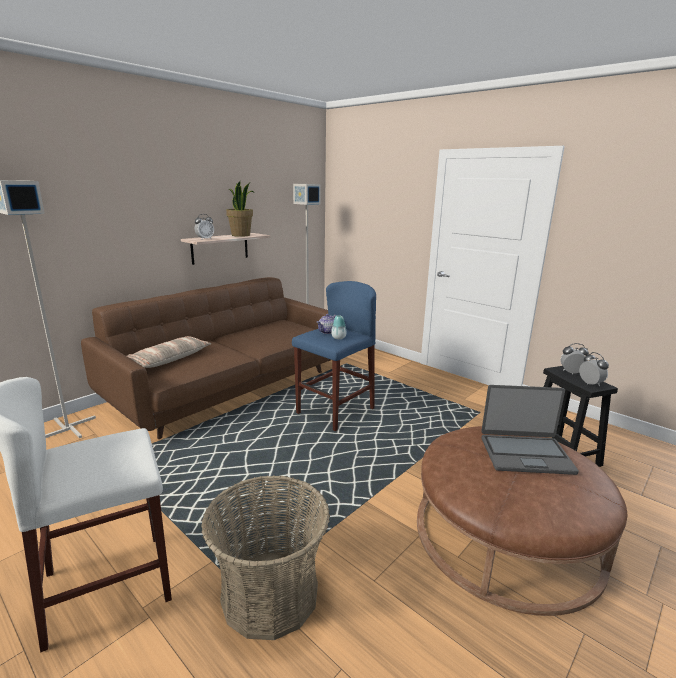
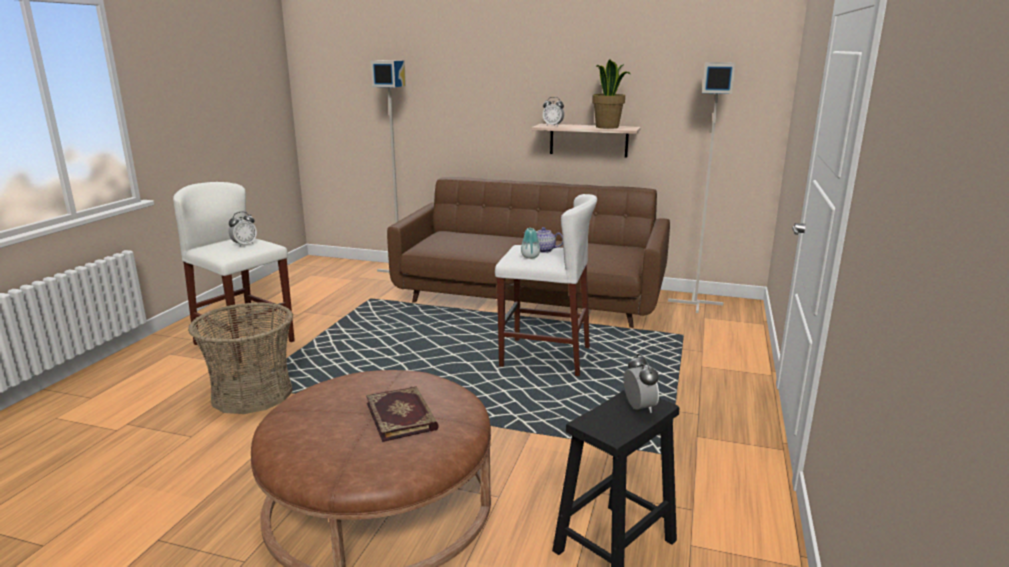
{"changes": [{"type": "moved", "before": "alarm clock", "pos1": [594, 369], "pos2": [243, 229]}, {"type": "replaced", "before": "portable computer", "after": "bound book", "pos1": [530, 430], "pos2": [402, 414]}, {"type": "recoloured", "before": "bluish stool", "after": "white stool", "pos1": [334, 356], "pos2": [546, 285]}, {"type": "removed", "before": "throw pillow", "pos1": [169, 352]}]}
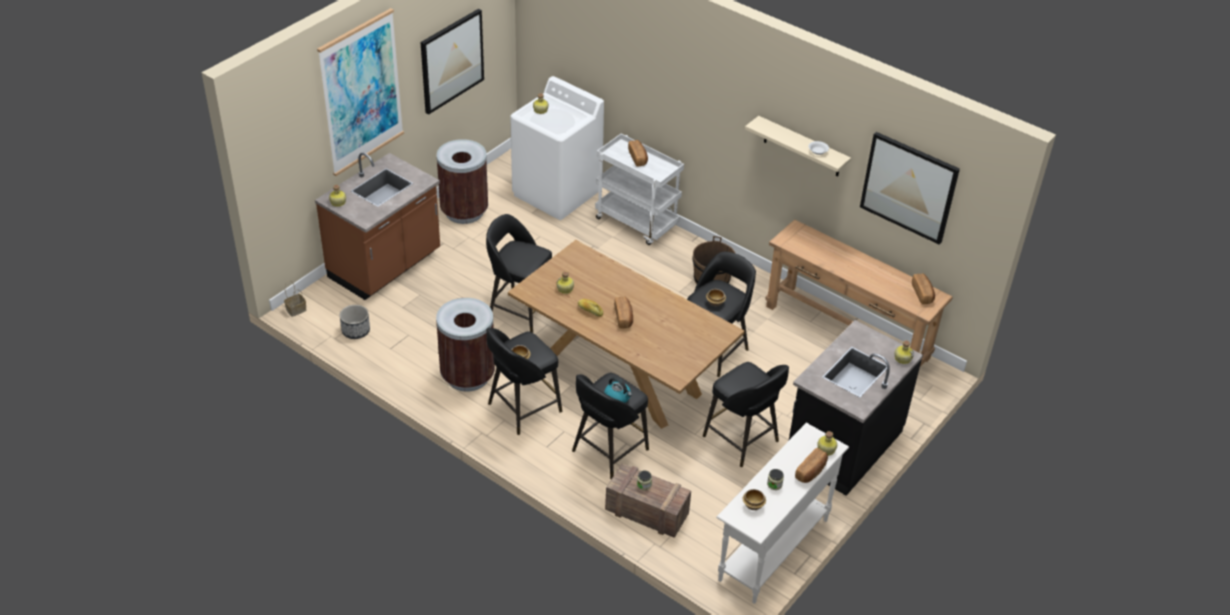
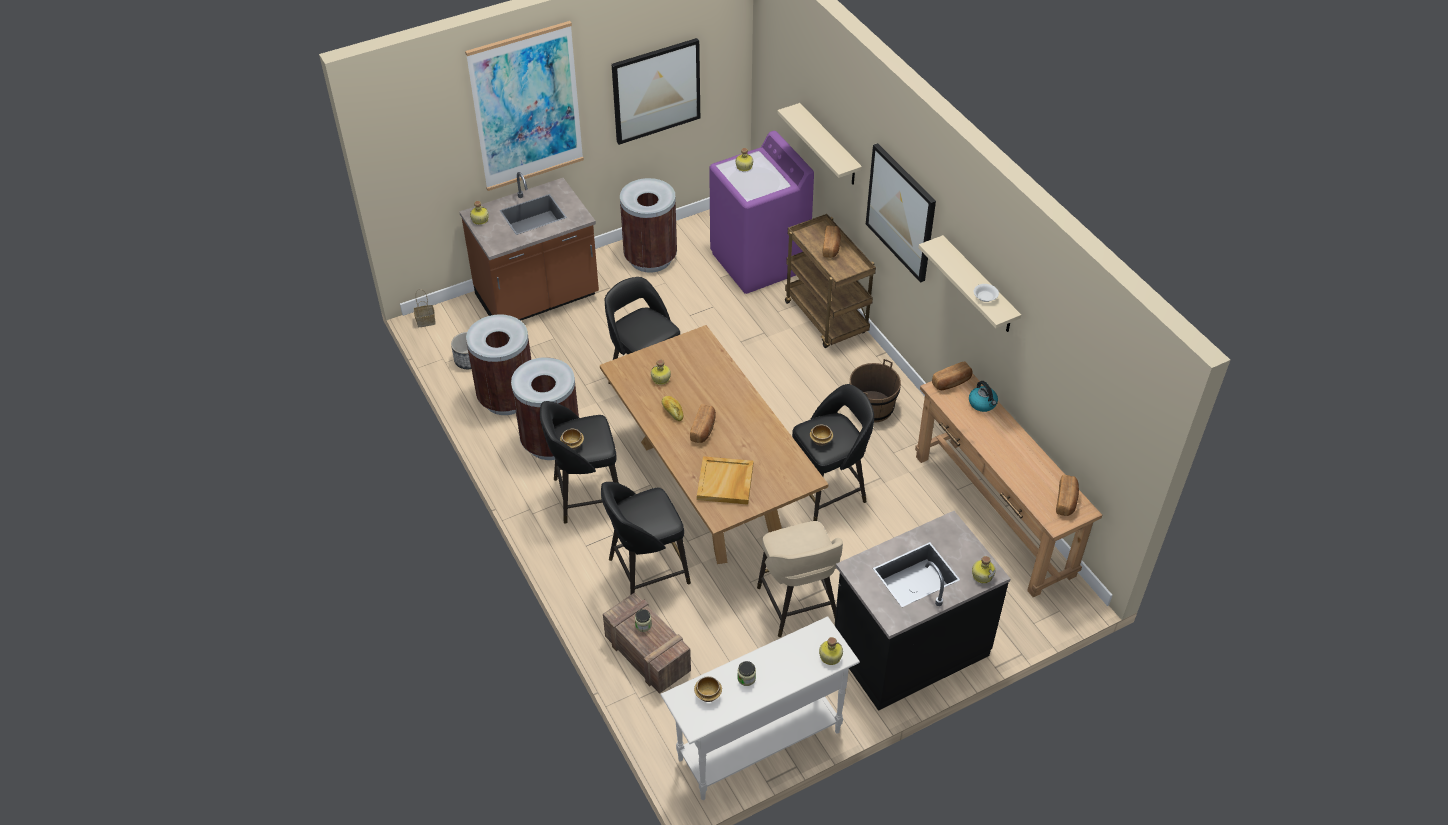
{"changes": [{"type": "added", "after": "brown waste bin", "pos2": [498, 364]}, {"type": "added", "after": "beige-coloured tray", "pos2": [725, 480]}, {"type": "recoloured", "before": "white laundry appliance", "after": "purple laundry appliance", "pos1": [557, 148], "pos2": [761, 212]}, {"type": "recoloured", "before": "black-coloured stool", "after": "beige-coloured stool", "pos1": [746, 414], "pos2": [800, 579]}, {"type": "added", "after": "beige-coloured bracket shelf", "pos2": [819, 144]}, {"type": "recoloured", "before": "white wheeled cart", "after": "brown wheeled cart", "pos1": [639, 189], "pos2": [830, 281]}, {"type": "moved", "before": "wall art", "pos1": [910, 188], "pos2": [901, 213]}, {"type": "moved", "before": "bread", "pos1": [811, 465], "pos2": [952, 376]}, {"type": "moved", "before": "kettle", "pos1": [618, 390], "pos2": [983, 396]}]}
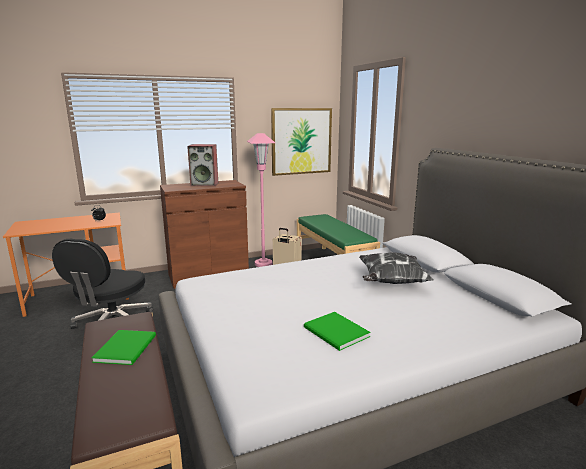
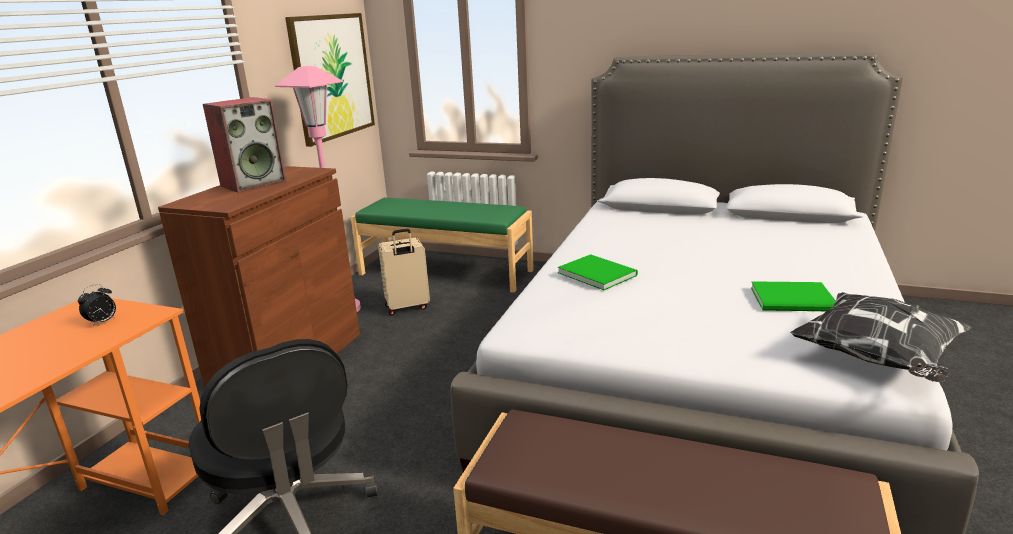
{"changes": [{"type": "moved", "before": "greenish bound book", "pos1": [124, 347], "pos2": [598, 272]}, {"type": "moved", "before": "throw pillow", "pos1": [396, 268], "pos2": [881, 337]}]}
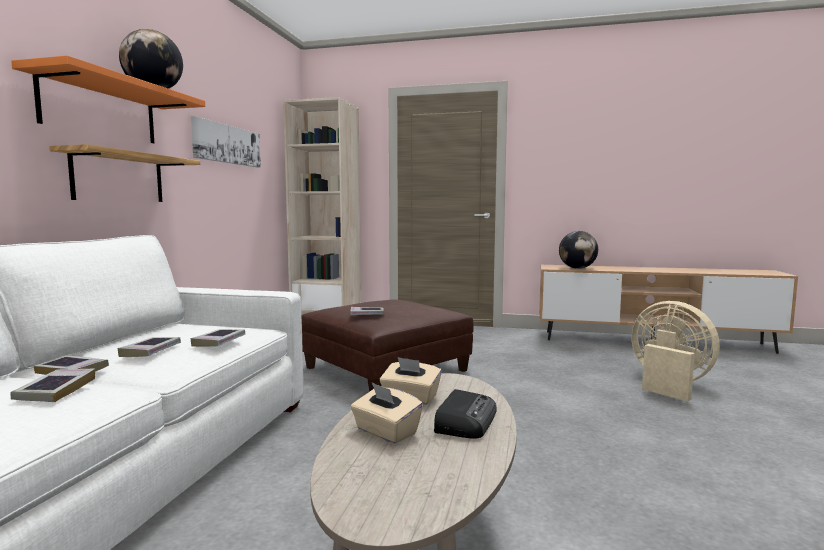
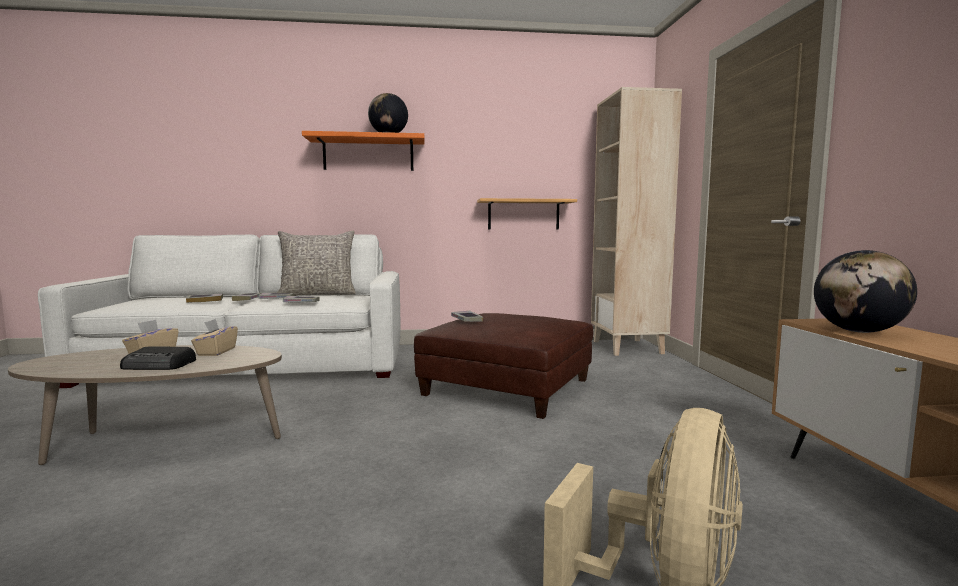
{"changes": [{"type": "added", "after": "gray throw pillow", "pos2": [316, 263]}, {"type": "moved", "before": "bracket shelf", "pos1": [124, 173], "pos2": [527, 213]}, {"type": "removed", "before": "wall art", "pos1": [226, 142]}]}
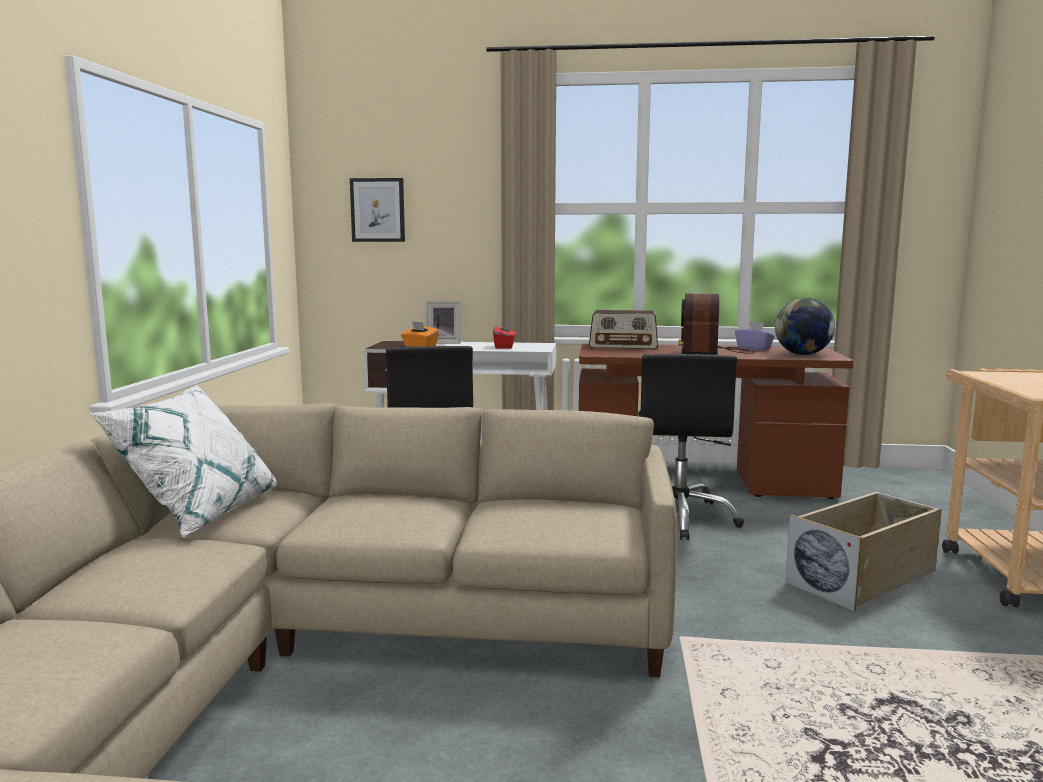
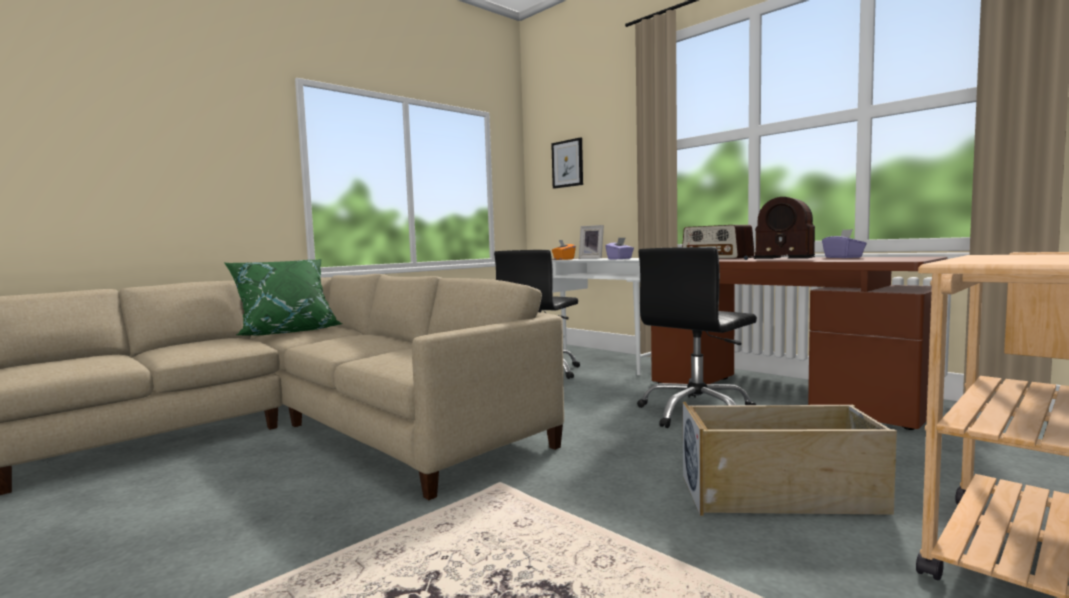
{"changes": [{"type": "recoloured", "before": "white throw pillow", "after": "greenish throw pillow", "pos1": [183, 461], "pos2": [283, 297]}, {"type": "recoloured", "before": "reddish box of tissues", "after": "purple box of tissues", "pos1": [504, 335], "pos2": [619, 248]}, {"type": "turned", "before": "radio receiver", "pos1": [717, 324], "pos2": [779, 228], "turn": -105}, {"type": "removed", "before": "desk globe", "pos1": [805, 326]}]}
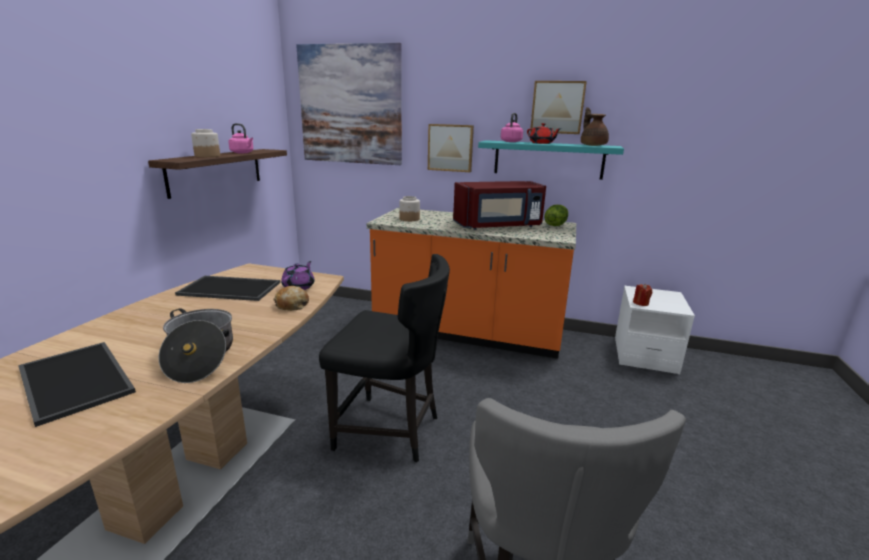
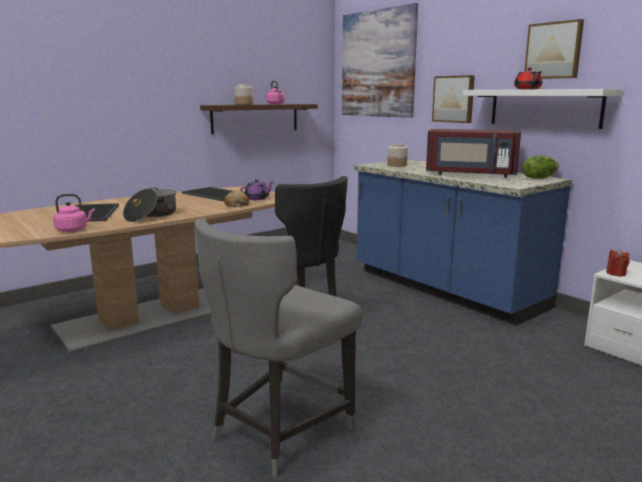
{"changes": [{"type": "moved", "before": "pink kettle", "pos1": [512, 127], "pos2": [74, 213]}, {"type": "recoloured", "before": "orange-coloured counter", "after": "bluish counter", "pos1": [471, 283], "pos2": [463, 242]}, {"type": "recoloured", "before": "blue-green bracket shelf", "after": "white bracket shelf", "pos1": [551, 160], "pos2": [543, 109]}, {"type": "removed", "before": "brown teapot", "pos1": [595, 126]}]}
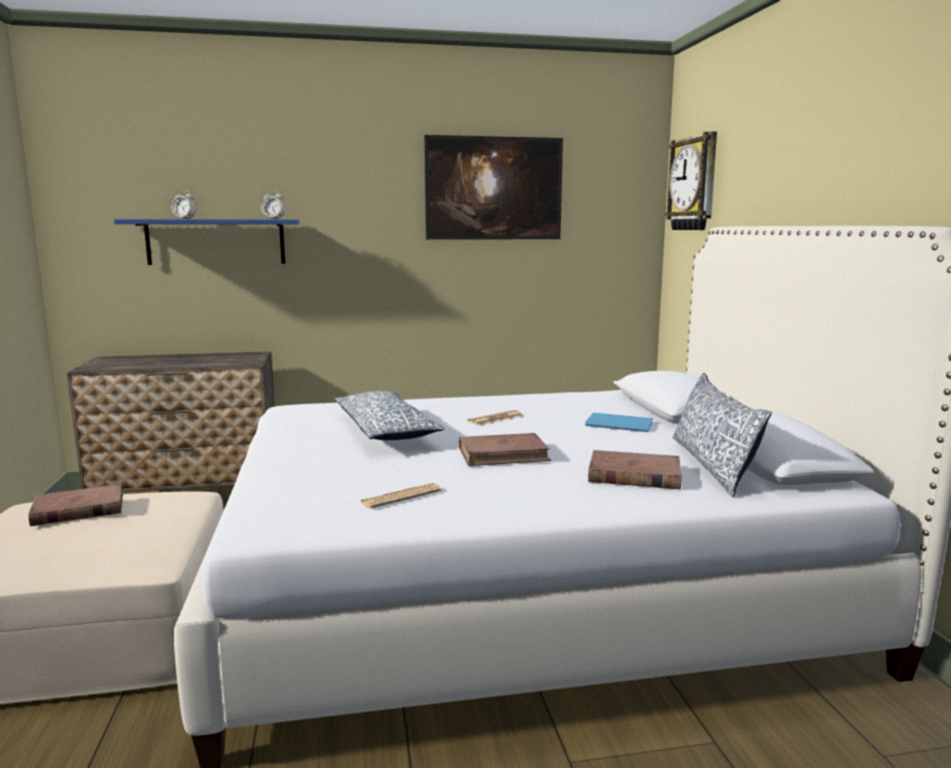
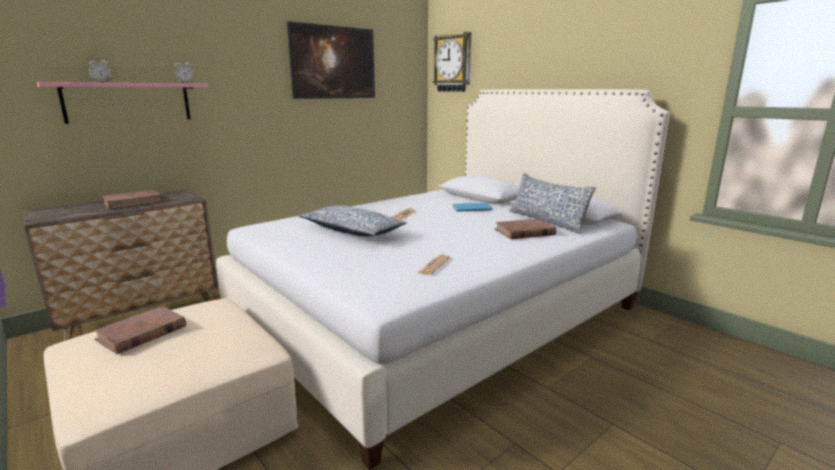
{"changes": [{"type": "recoloured", "before": "bluish bracket shelf", "after": "pink bracket shelf", "pos1": [207, 242], "pos2": [123, 103]}, {"type": "moved", "before": "brown bound book", "pos1": [505, 449], "pos2": [132, 200]}]}
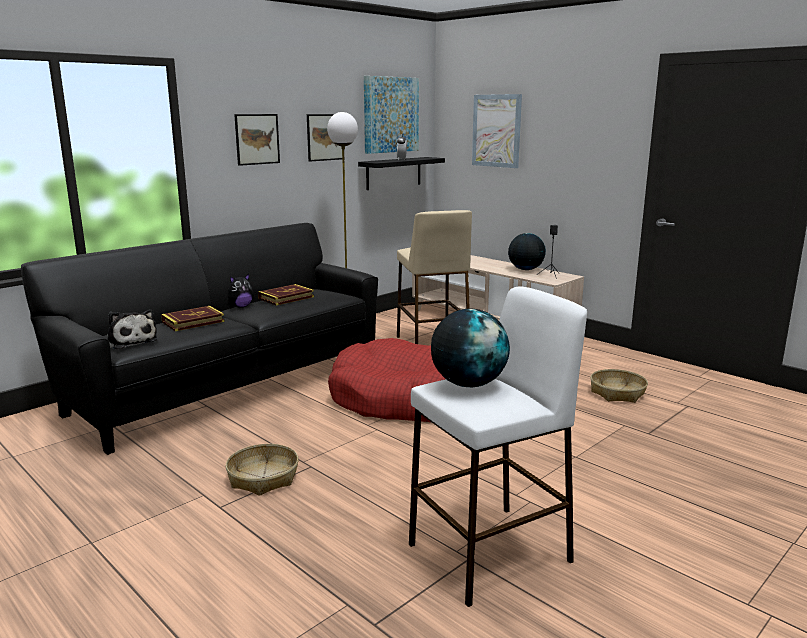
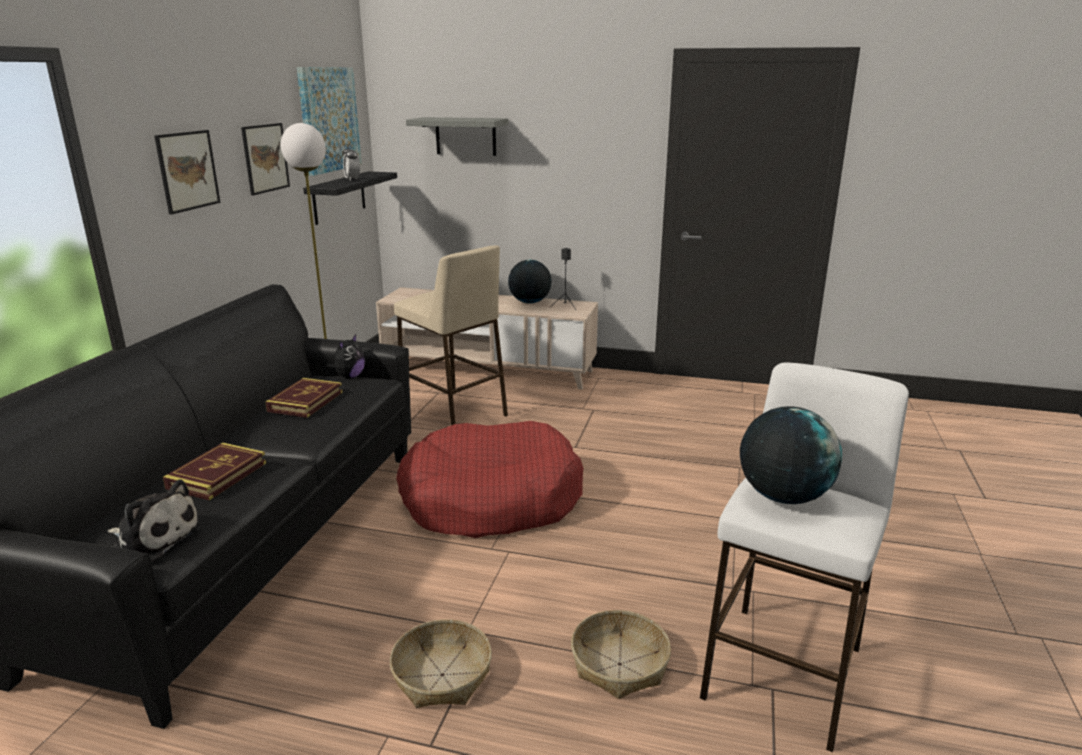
{"changes": [{"type": "moved", "before": "plush toy", "pos1": [240, 290], "pos2": [346, 357]}, {"type": "replaced", "before": "wall art", "after": "gray bracket shelf", "pos1": [497, 131], "pos2": [457, 136]}, {"type": "moved", "before": "basket", "pos1": [619, 386], "pos2": [621, 654]}]}
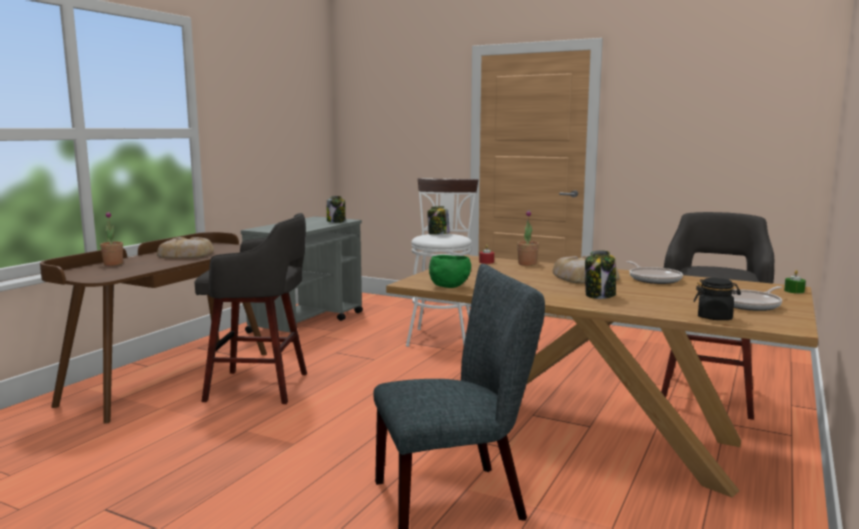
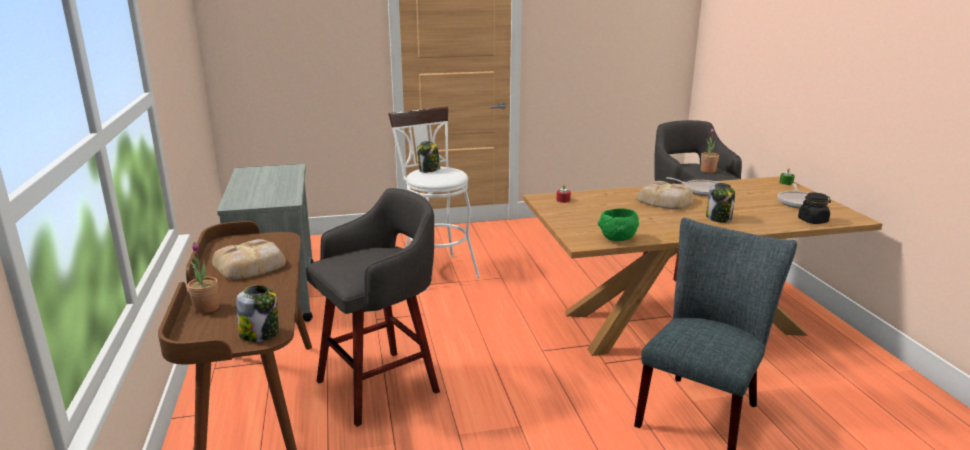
{"changes": [{"type": "moved", "before": "storage jar", "pos1": [336, 209], "pos2": [257, 313]}, {"type": "moved", "before": "potted plant", "pos1": [528, 238], "pos2": [710, 150]}]}
